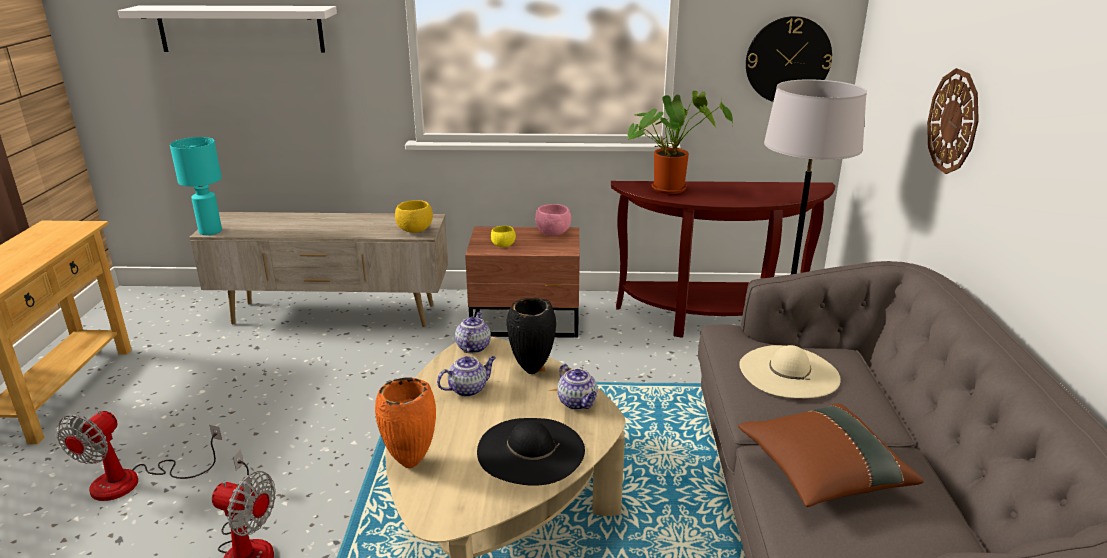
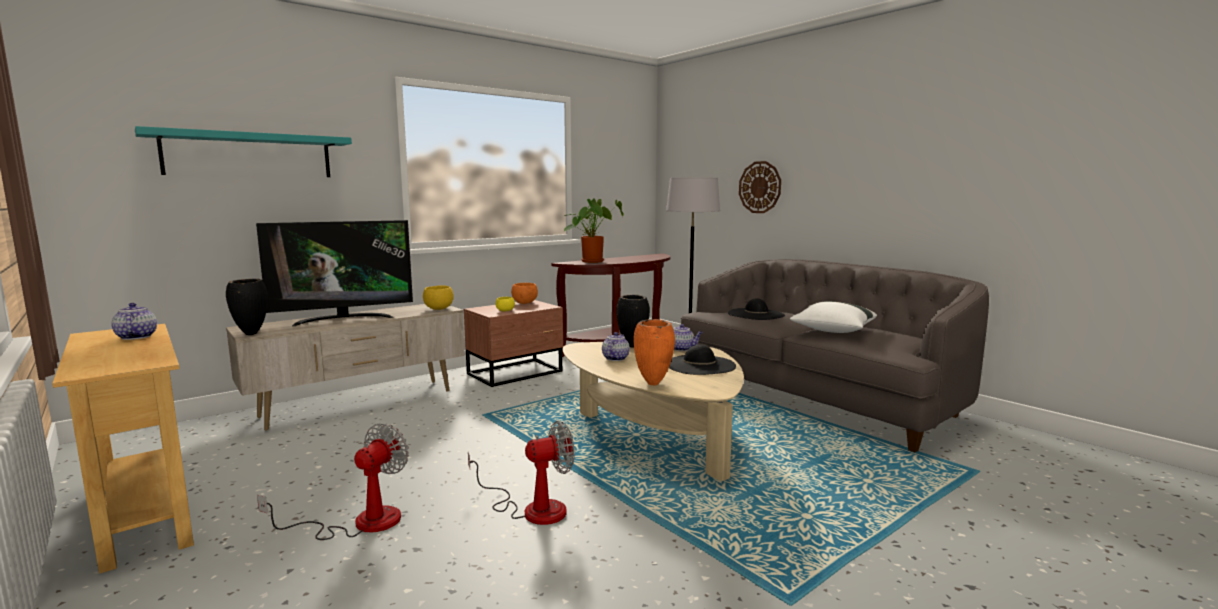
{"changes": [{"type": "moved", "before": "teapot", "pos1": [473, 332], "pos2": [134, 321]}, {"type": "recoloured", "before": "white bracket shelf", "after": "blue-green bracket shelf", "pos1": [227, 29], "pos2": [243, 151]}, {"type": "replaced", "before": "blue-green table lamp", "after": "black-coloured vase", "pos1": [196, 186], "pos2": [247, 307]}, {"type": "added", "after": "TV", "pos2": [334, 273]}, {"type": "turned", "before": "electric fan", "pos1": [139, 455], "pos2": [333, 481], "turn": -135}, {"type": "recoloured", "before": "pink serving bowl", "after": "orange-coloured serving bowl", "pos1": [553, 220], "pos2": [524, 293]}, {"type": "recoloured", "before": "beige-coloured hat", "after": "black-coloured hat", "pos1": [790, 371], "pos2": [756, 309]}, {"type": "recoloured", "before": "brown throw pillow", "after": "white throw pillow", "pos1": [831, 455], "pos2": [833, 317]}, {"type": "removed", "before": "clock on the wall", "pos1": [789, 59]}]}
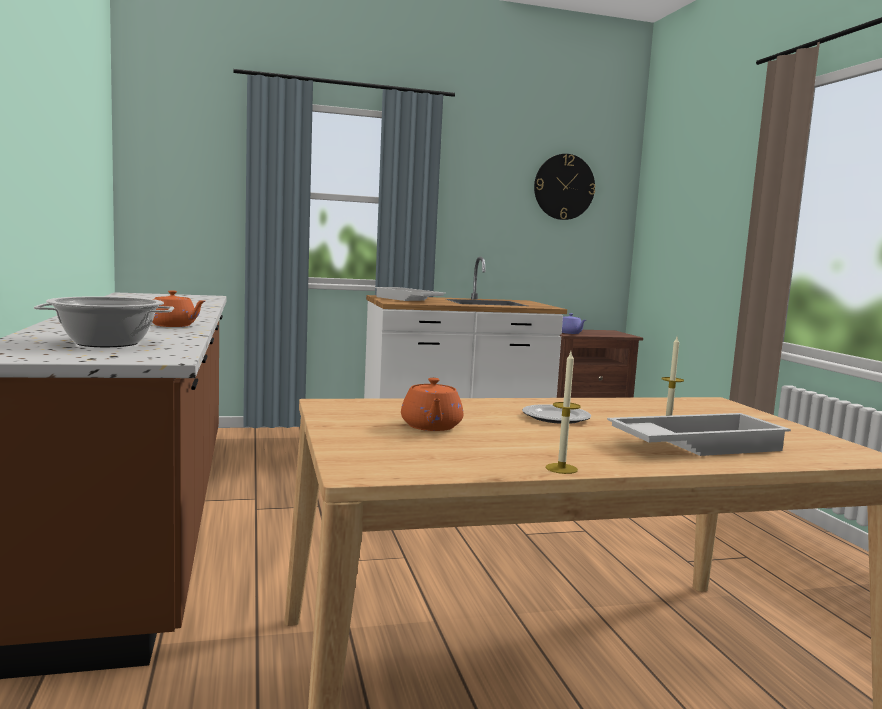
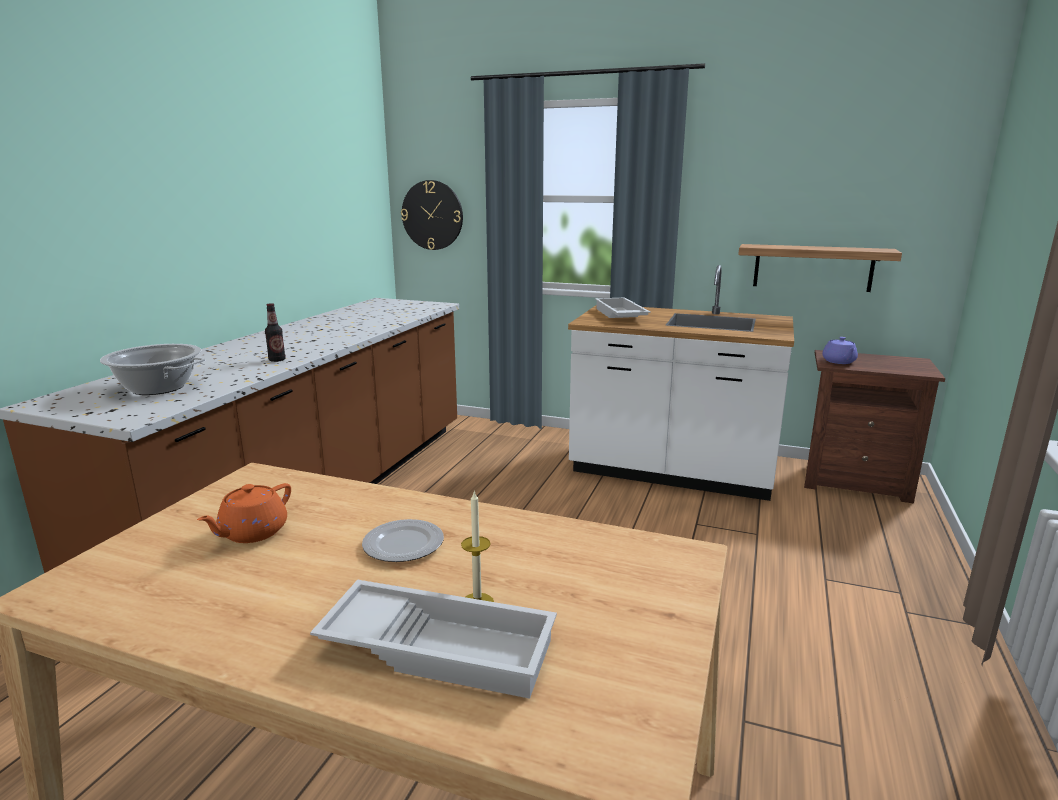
{"changes": [{"type": "replaced", "before": "orange-coloured teapot", "after": "bottle", "pos1": [179, 308], "pos2": [275, 332]}, {"type": "moved", "before": "clock on the wall", "pos1": [564, 187], "pos2": [432, 215]}, {"type": "added", "after": "bracket shelf", "pos2": [820, 268]}, {"type": "removed", "before": "wax light", "pos1": [563, 413]}]}
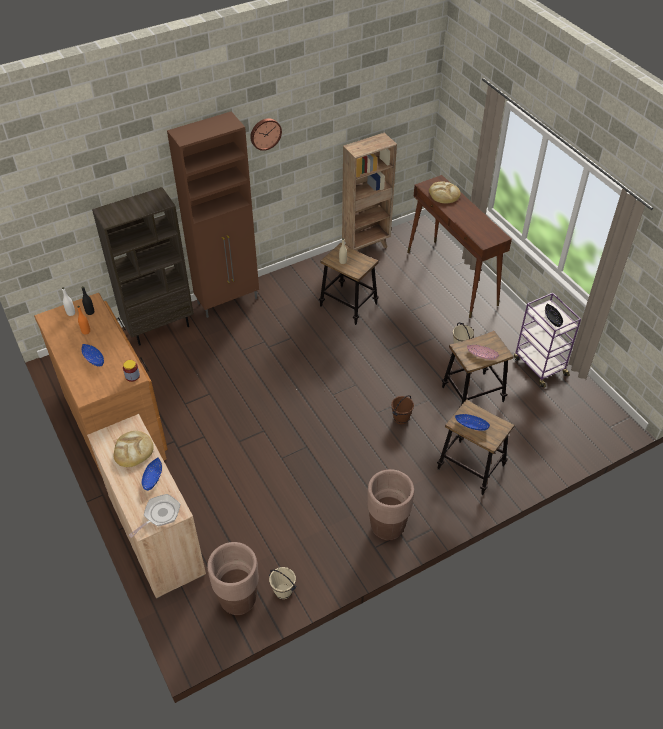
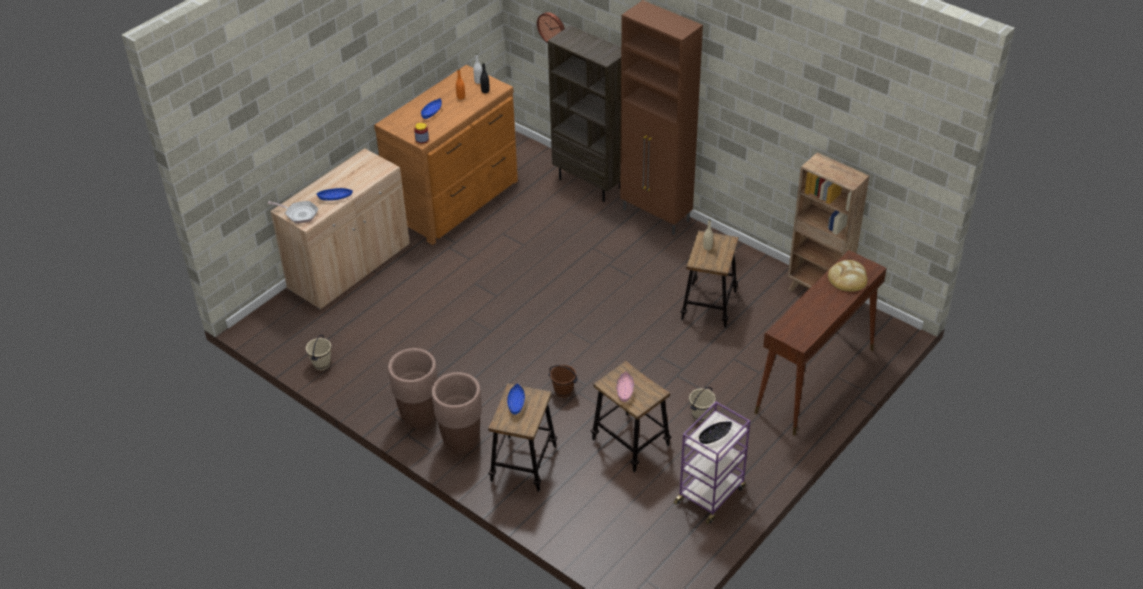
{"changes": [{"type": "moved", "before": "brown flower pot", "pos1": [233, 578], "pos2": [456, 412]}, {"type": "moved", "before": "clock on the wall", "pos1": [266, 134], "pos2": [551, 27]}, {"type": "removed", "before": "bread", "pos1": [133, 449]}]}
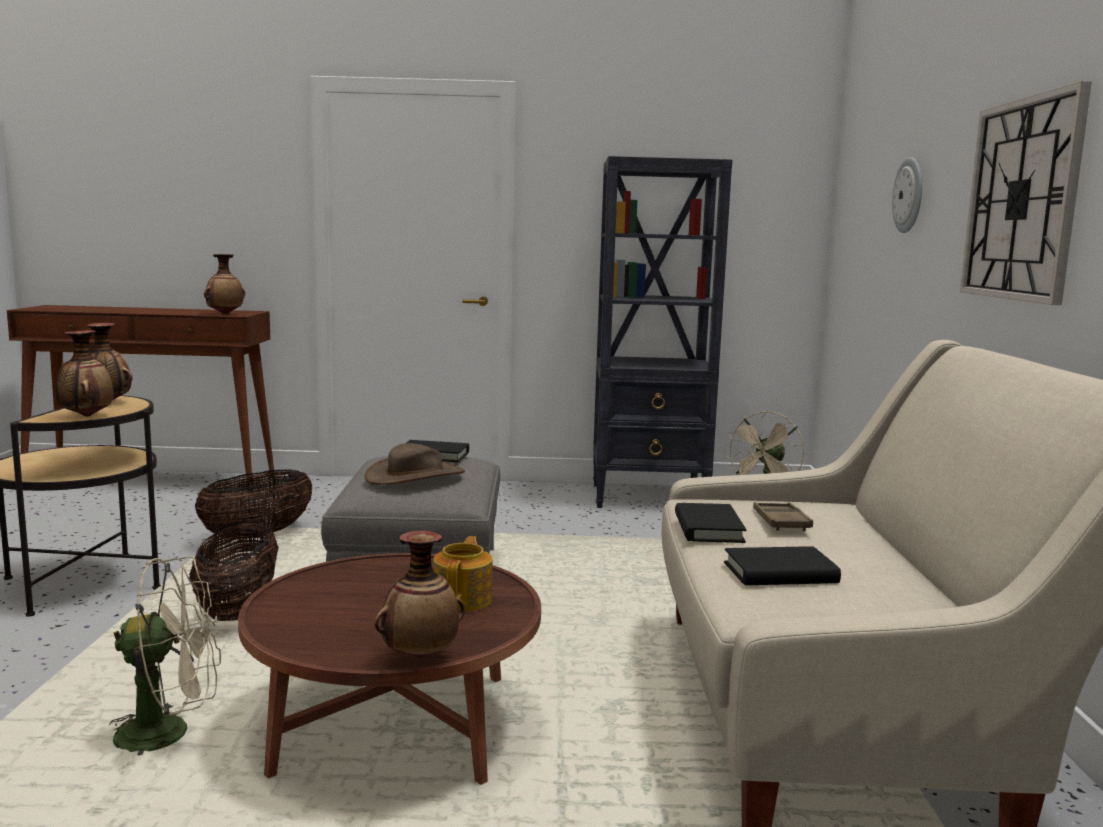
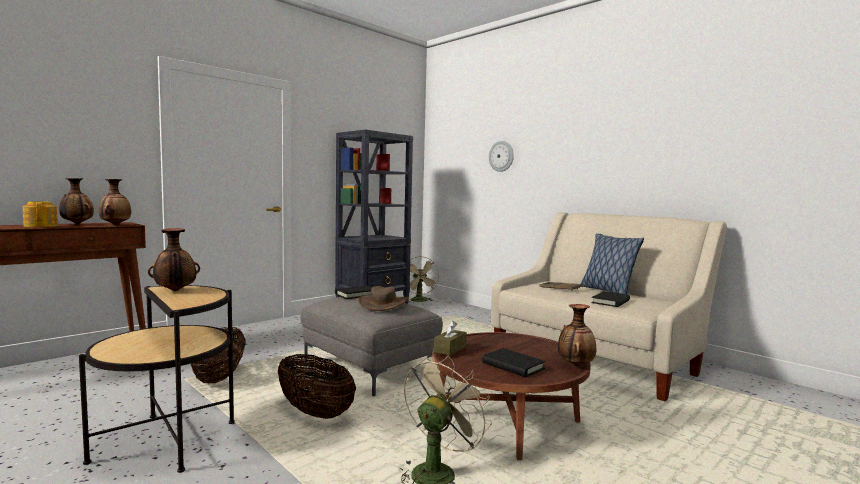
{"changes": [{"type": "moved", "before": "teapot", "pos1": [462, 574], "pos2": [40, 214]}, {"type": "moved", "before": "vase", "pos1": [85, 373], "pos2": [76, 201]}, {"type": "added", "after": "brown box of tissues", "pos2": [450, 338]}, {"type": "moved", "before": "black-coloured bound book", "pos1": [711, 523], "pos2": [513, 362]}, {"type": "added", "after": "throw pillow", "pos2": [612, 263]}, {"type": "removed", "before": "clock on the wall", "pos1": [1026, 193]}]}
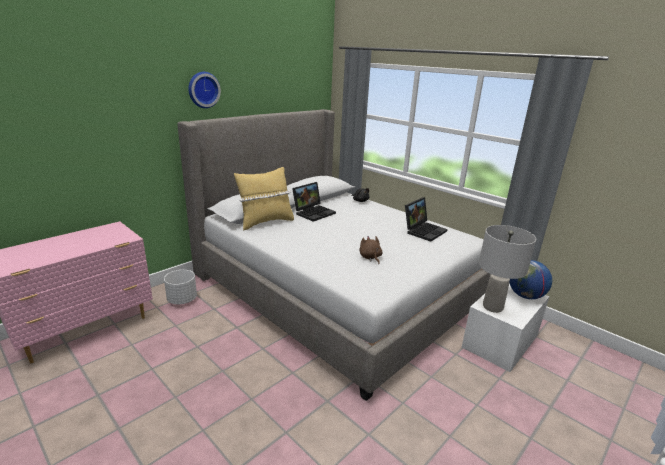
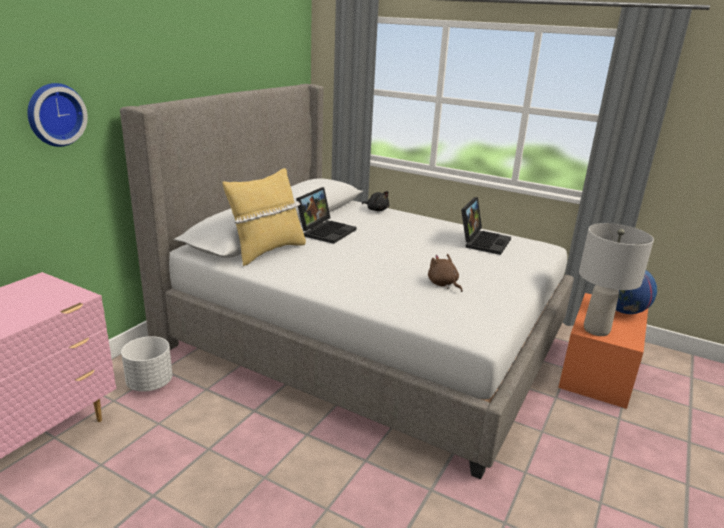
{"changes": [{"type": "moved", "before": "clock on the wall", "pos1": [204, 90], "pos2": [58, 115]}, {"type": "recoloured", "before": "white storage box", "after": "orange-coloured storage box", "pos1": [506, 327], "pos2": [603, 351]}]}
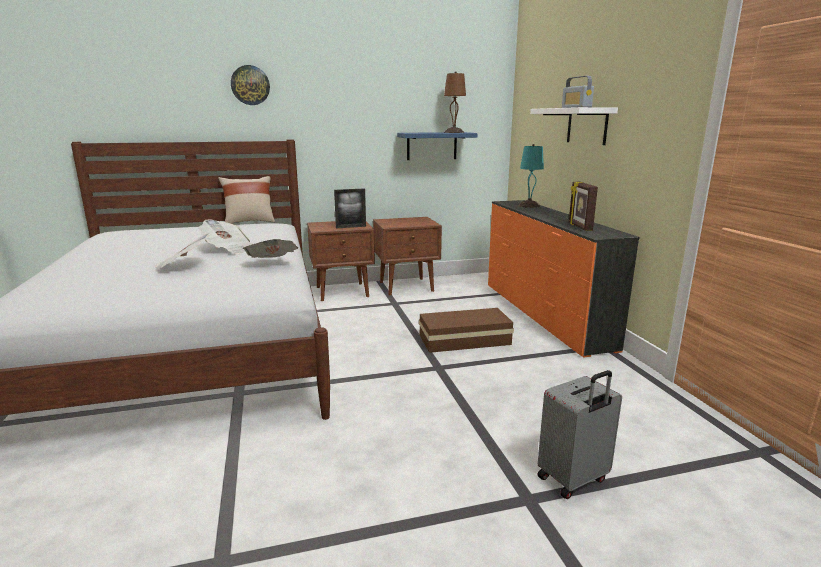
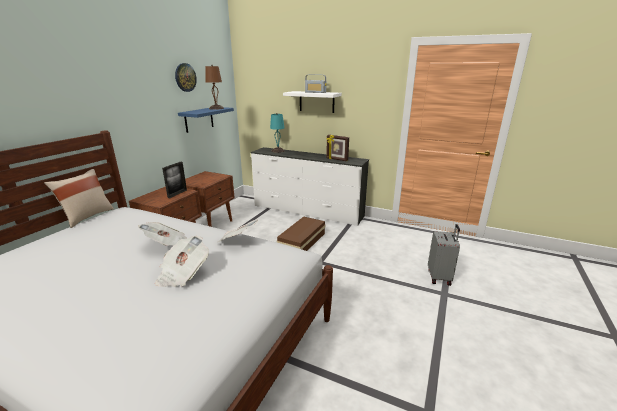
{"changes": [{"type": "moved", "before": "clock on the wall", "pos1": [250, 85], "pos2": [186, 77]}, {"type": "recoloured", "before": "orange-coloured chest of drawers", "after": "white chest of drawers", "pos1": [564, 279], "pos2": [310, 186]}]}
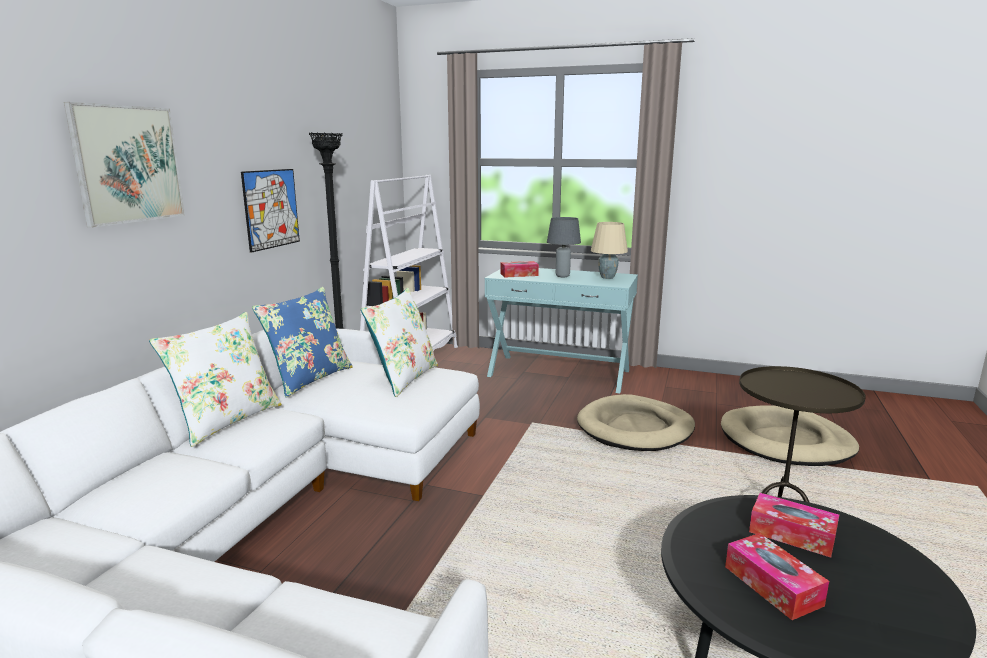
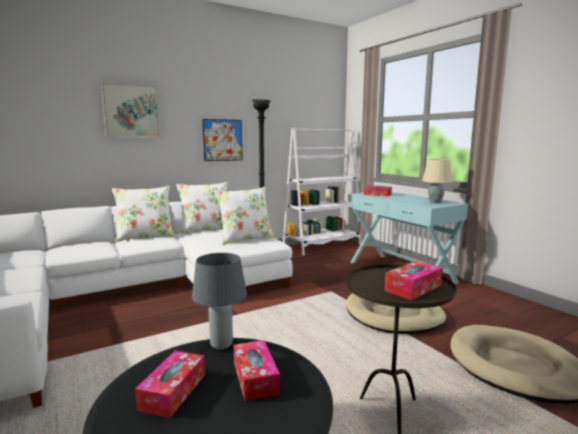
{"changes": [{"type": "recoloured", "before": "bluish throw pillow", "after": "white throw pillow", "pos1": [302, 342], "pos2": [202, 208]}, {"type": "moved", "before": "gray table lamp", "pos1": [564, 247], "pos2": [219, 301]}, {"type": "added", "after": "box of tissues", "pos2": [414, 280]}]}
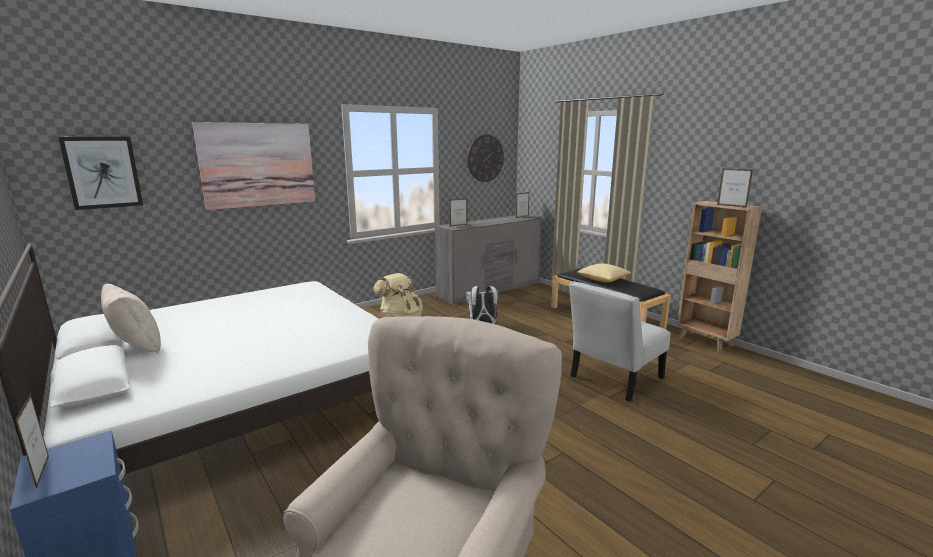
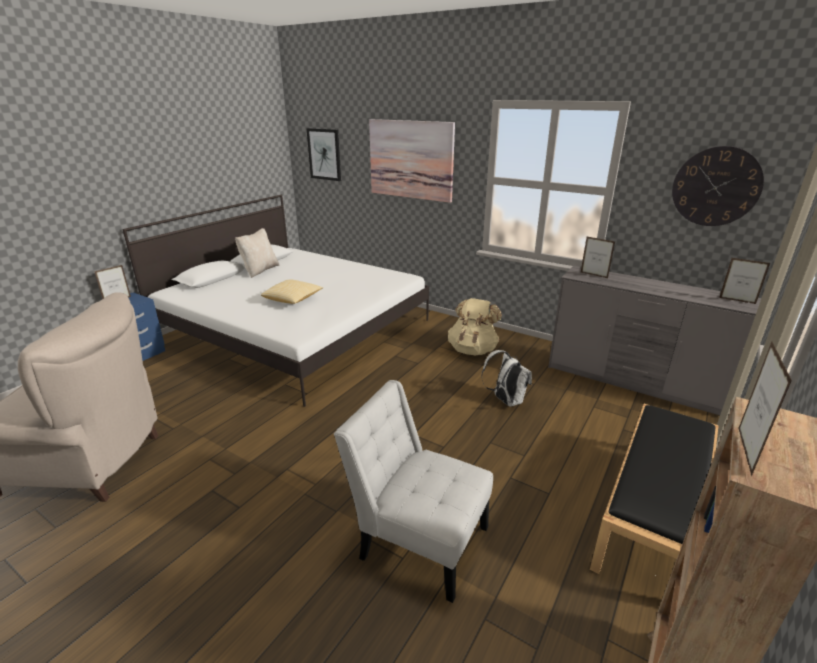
{"changes": [{"type": "moved", "before": "throw pillow", "pos1": [604, 272], "pos2": [292, 291]}]}
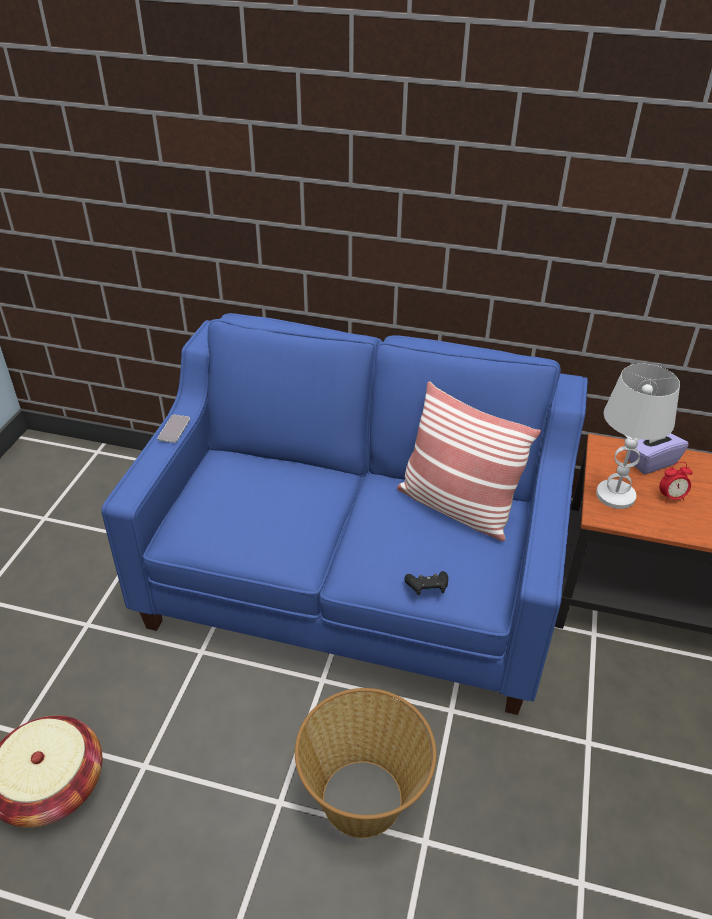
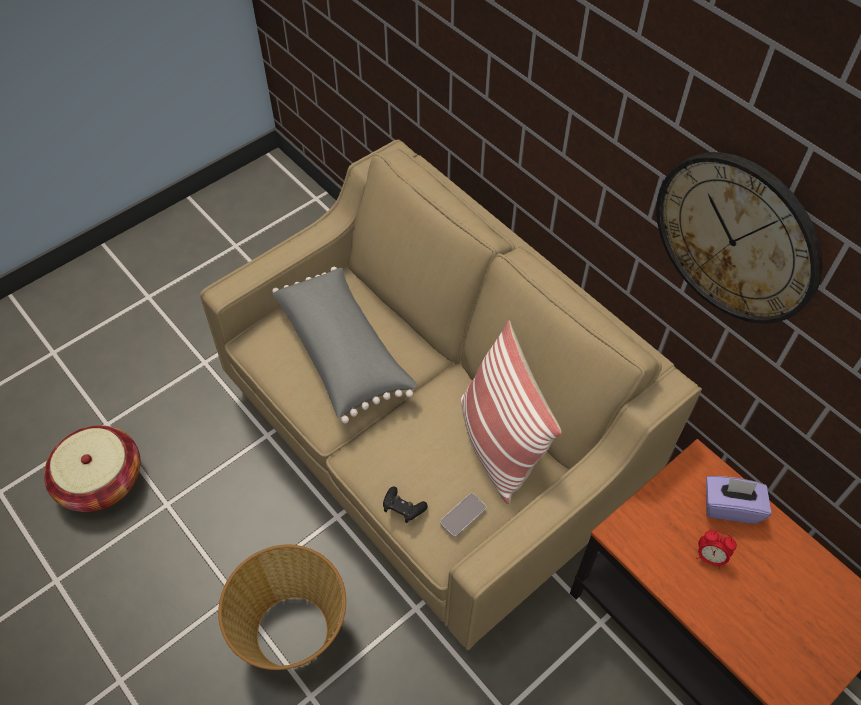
{"changes": [{"type": "recoloured", "before": "bluish settee", "after": "beige-coloured settee", "pos1": [344, 514], "pos2": [451, 395]}, {"type": "added", "after": "gray throw pillow", "pos2": [344, 345]}, {"type": "moved", "before": "phone", "pos1": [174, 429], "pos2": [463, 515]}, {"type": "added", "after": "clock on the wall", "pos2": [739, 238]}, {"type": "removed", "before": "white table lamp", "pos1": [638, 436]}]}
